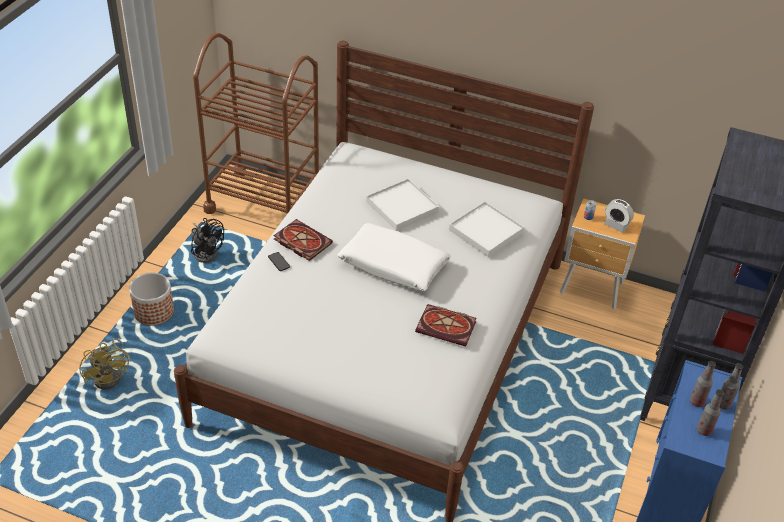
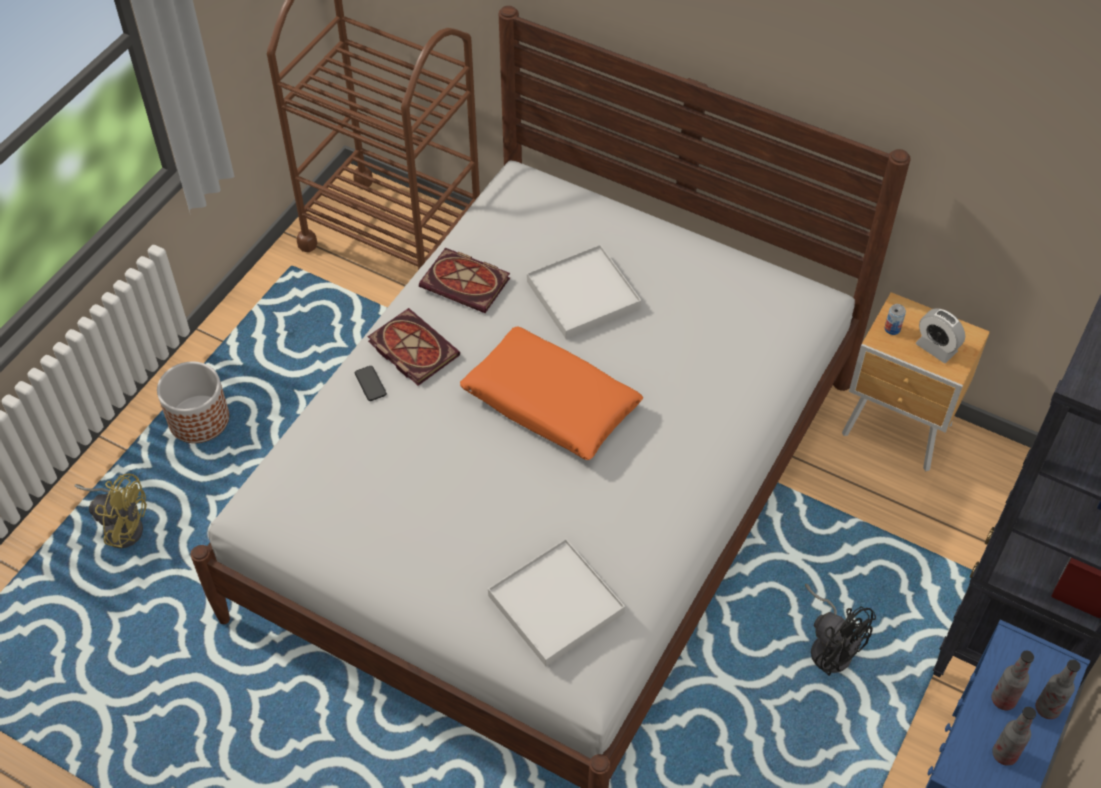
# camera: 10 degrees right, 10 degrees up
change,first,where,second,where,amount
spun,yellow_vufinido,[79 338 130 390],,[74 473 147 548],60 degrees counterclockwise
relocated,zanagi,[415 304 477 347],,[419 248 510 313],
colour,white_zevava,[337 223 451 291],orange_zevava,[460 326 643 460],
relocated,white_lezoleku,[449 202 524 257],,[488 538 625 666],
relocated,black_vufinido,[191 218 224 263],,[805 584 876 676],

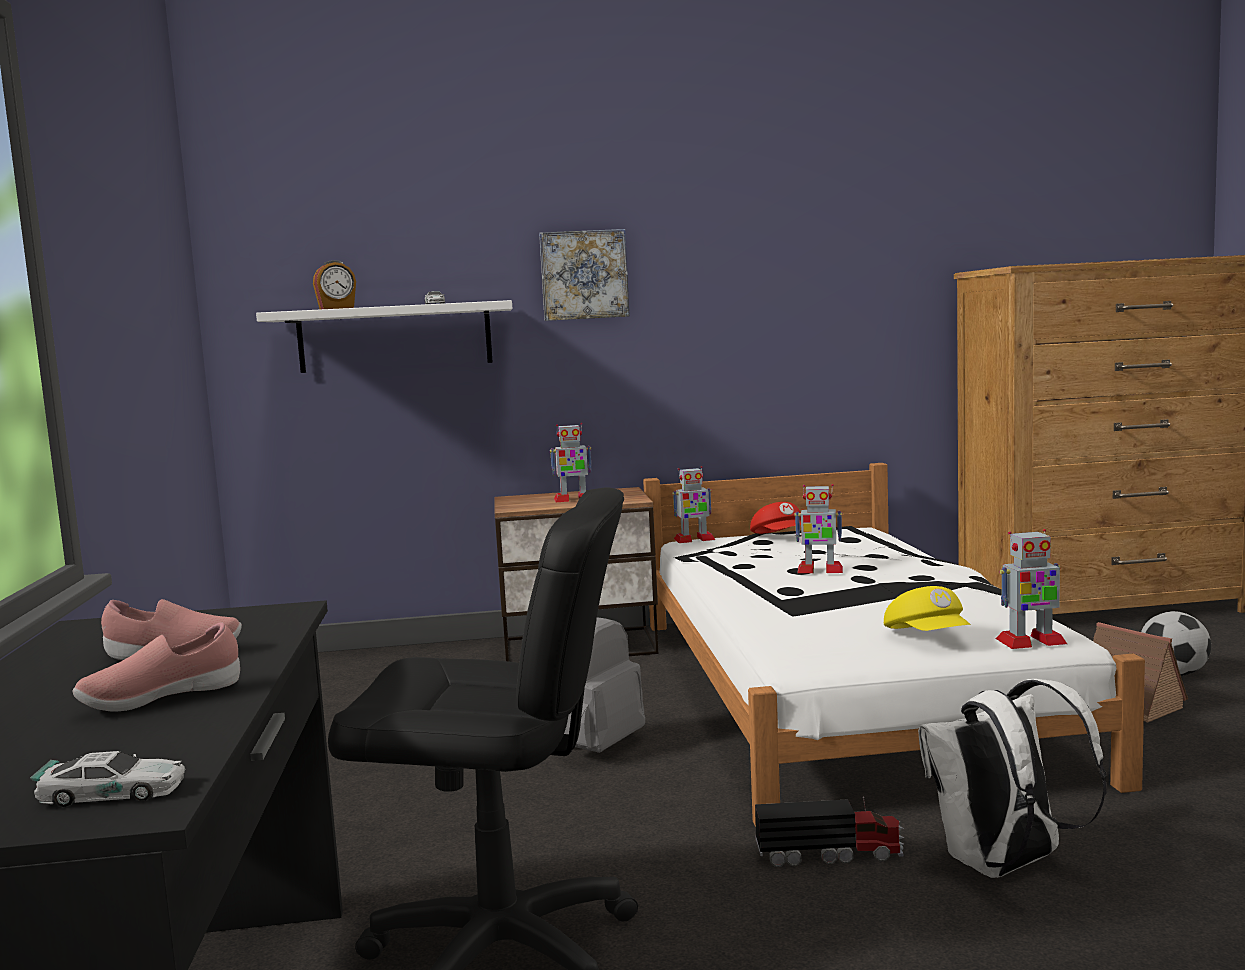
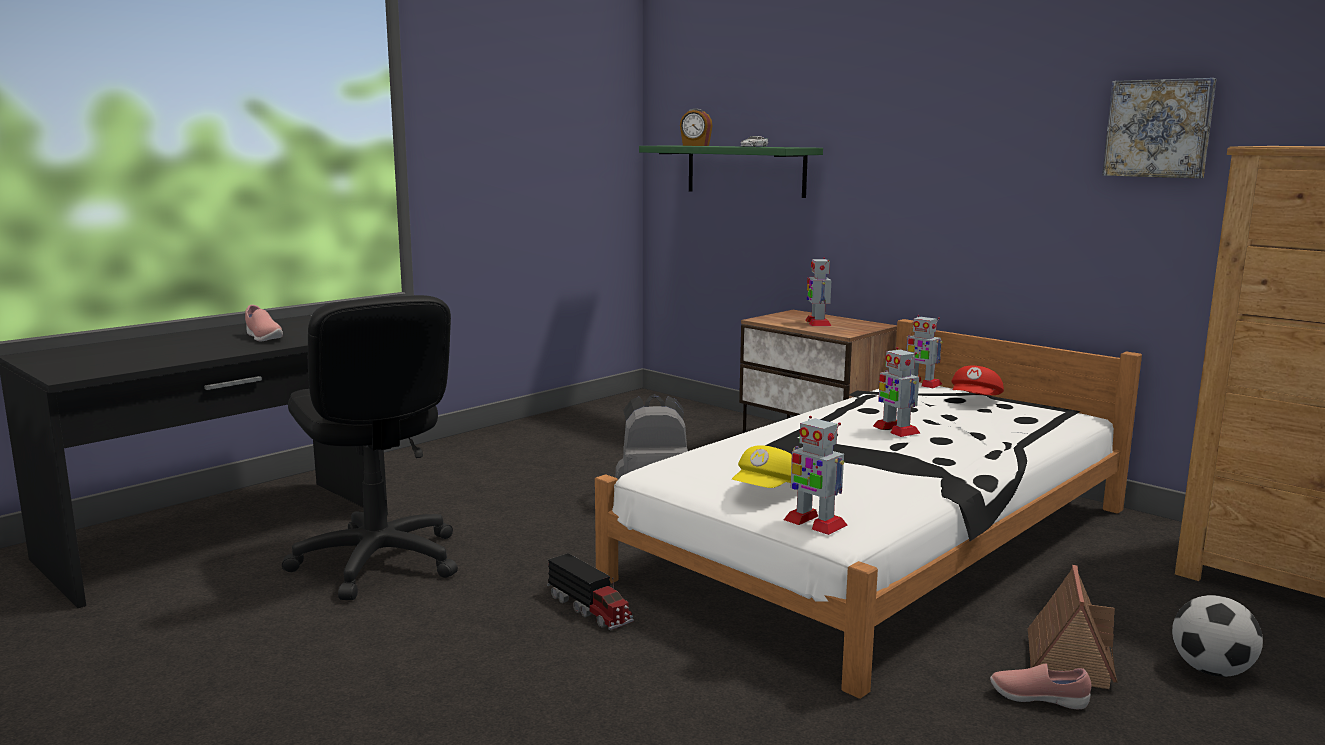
# camera: 50 degrees right, 5 degrees up
change,first,where,second,where,amount
colour,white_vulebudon,[256 300 512 373],green_vulebudon,[639 145 823 198],
spun,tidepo,[550 423 591 503],,[806 257 831 326],45 degrees clockwise
relocated,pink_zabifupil,[72 622 240 712],,[990 663 1091 709],
relocated,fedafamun,[539 229 630 321],,[1102 78 1217 179],
missing,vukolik,[30 751 185 807],,,
missing,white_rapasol,[918 679 1107 878],,,

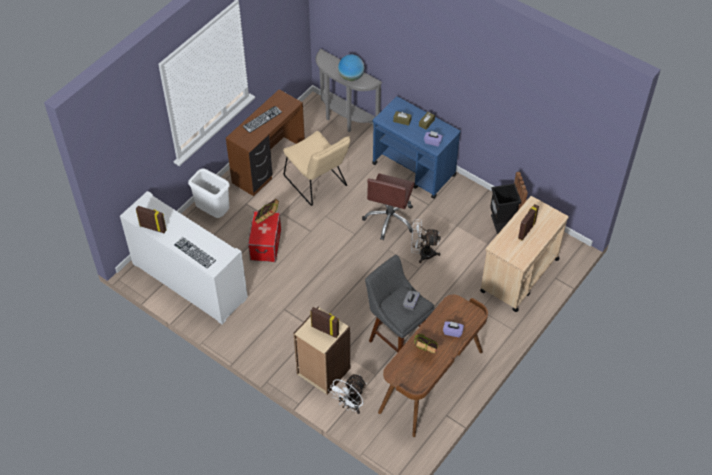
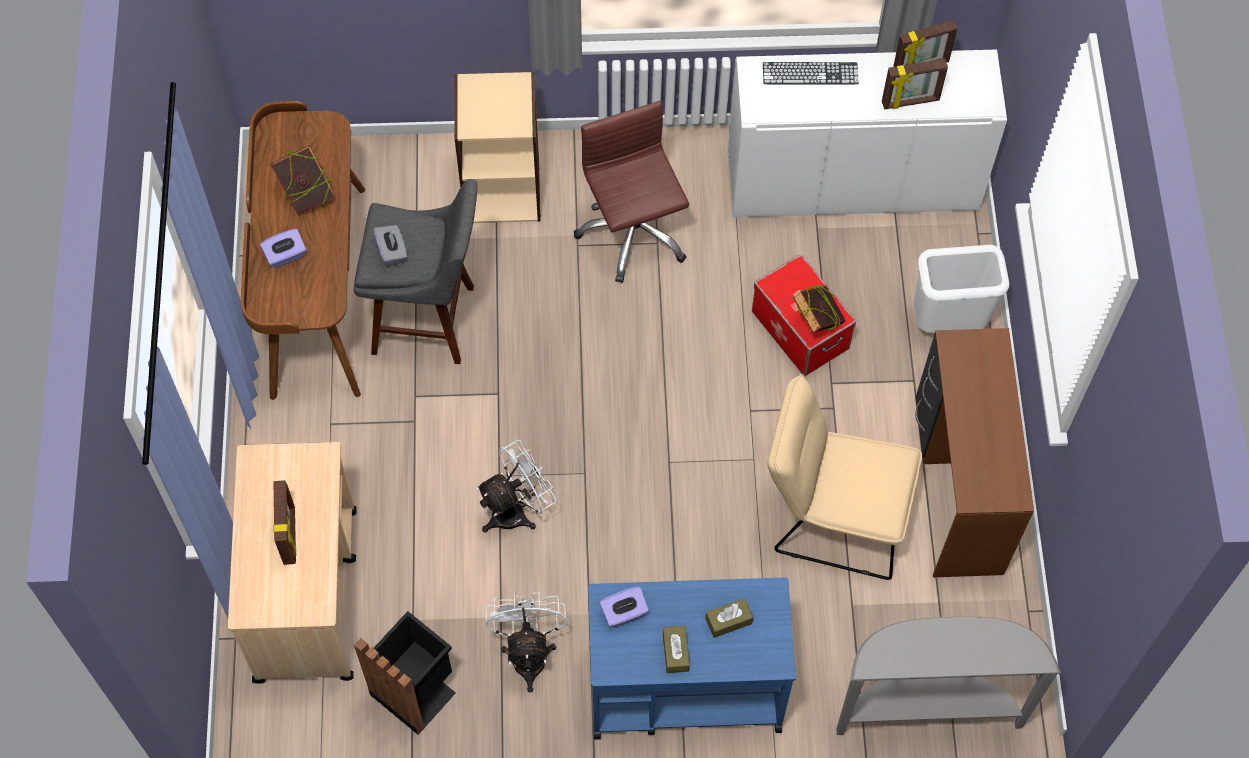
# camera: 140 degrees right, 10 degrees up
change,first,where,second,where,amount
relocated,white_vufinido,[328 374 366 414],,[486 591 566 692],
relocated,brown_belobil,[362 173 415 240],,[574 101 689 283],
relocated,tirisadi,[310 307 339 338],,[882 59 948 109],
missing,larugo,[242 106 282 133],,,
missing,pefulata,[338 54 365 81],,,

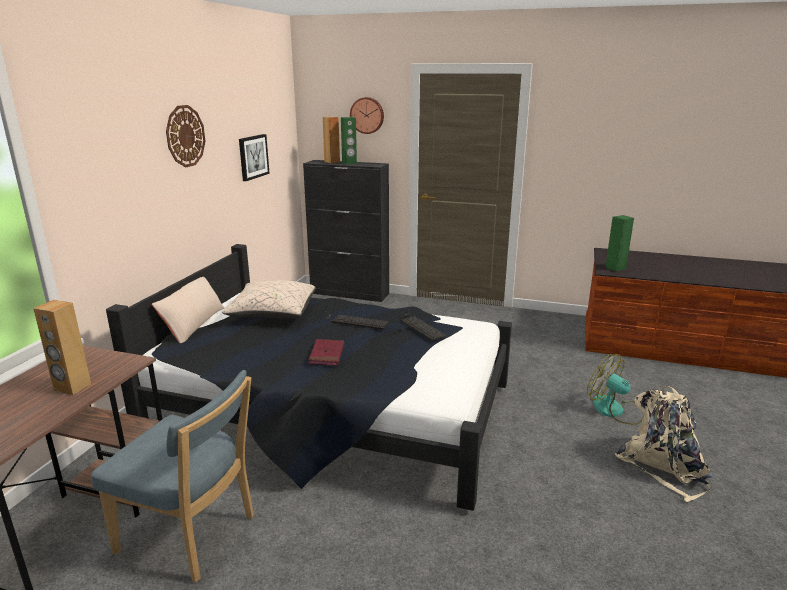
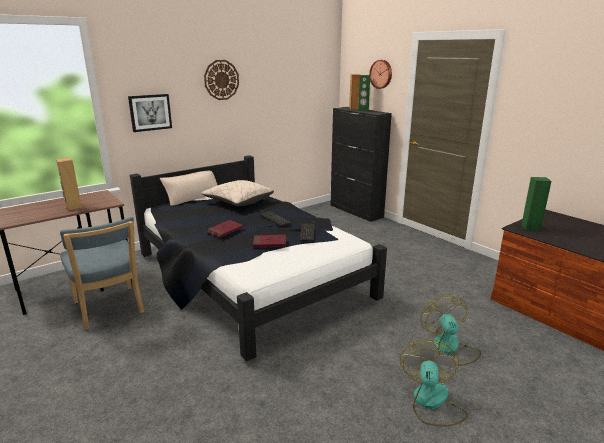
# camera: 35 degrees right, 0 degrees up
change,first,where,second,where,amount
relocated,fedafamun,[239 134 270 181],,[128 94 172 132],
appeared,,,red_zanagi,[253 235 286 247],
exchanged,beige_rapasol,[615 386 714 502],vufinido,[400 339 468 426],

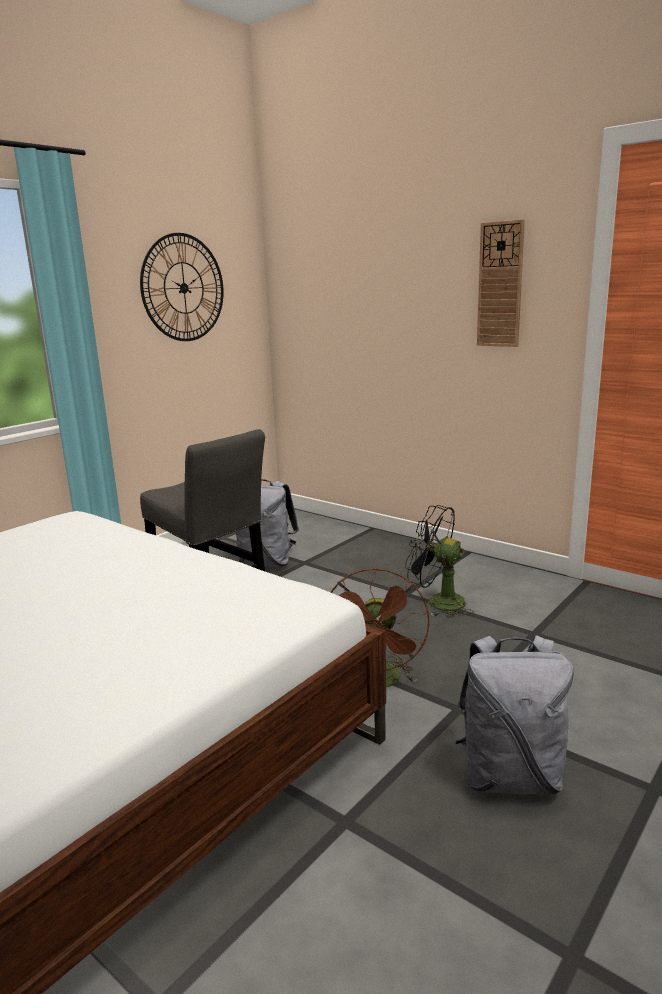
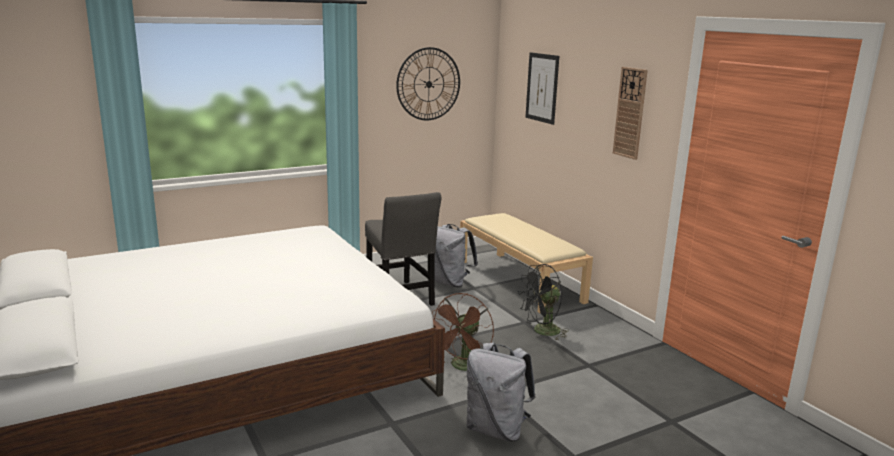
# camera: 20 degrees right, 0 degrees up
change,first,where,second,where,amount
appeared,,,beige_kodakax,[460 213 593 314],
spun,black_vufinido,[405 505 474 618],,[518 264 569 341],75 degrees counterclockwise
appeared,,,fedafamun,[525 52 559 125],

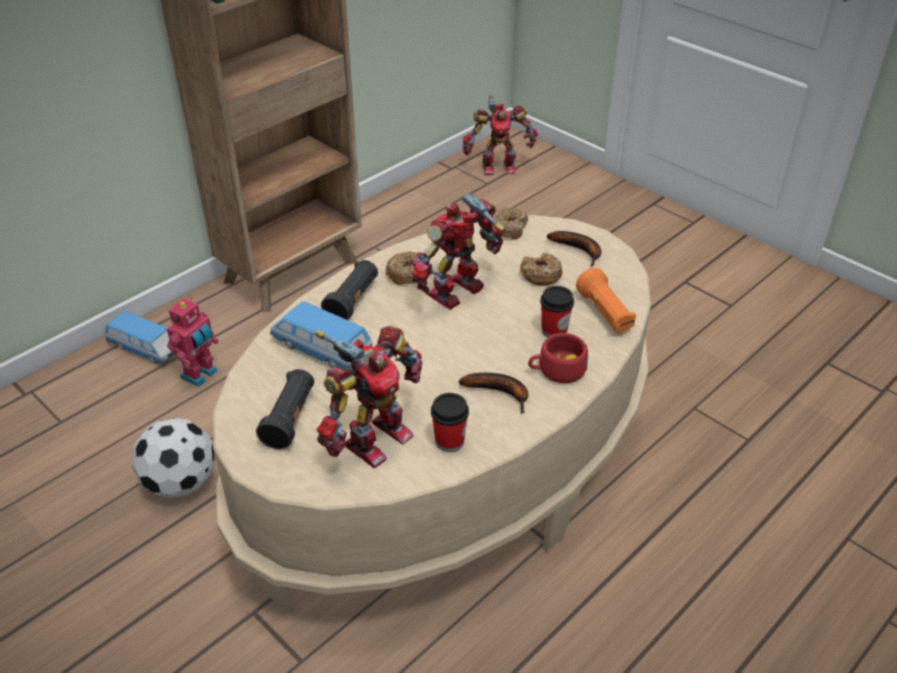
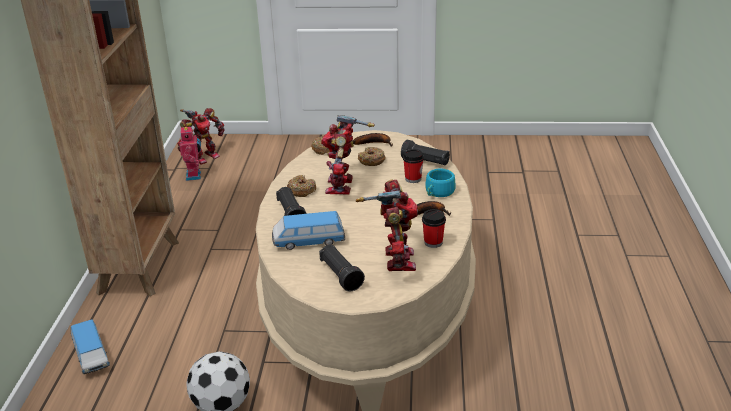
# camera: 40 degrees left, 10 degrees down
change,first,where,second,where,amount
spun,vukolik,[105 311 175 364],,[71 319 110 374],75 degrees clockwise
relocated,tidepo,[166 297 219 387],,[180 125 201 181],
colour,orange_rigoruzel,[576 268 636 333],black_rigoruzel,[401 140 450 165],
colour,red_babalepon,[528 333 588 383],turquoise_babalepon,[425 169 455 197],

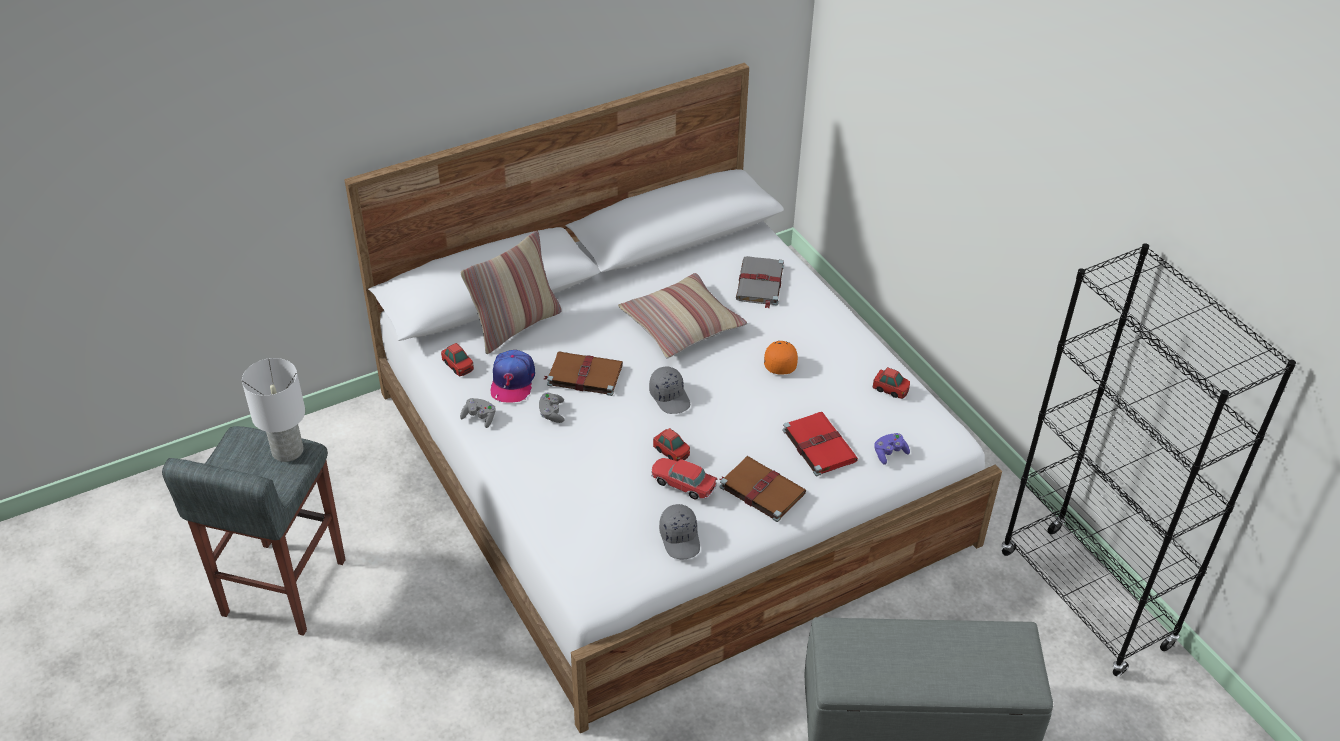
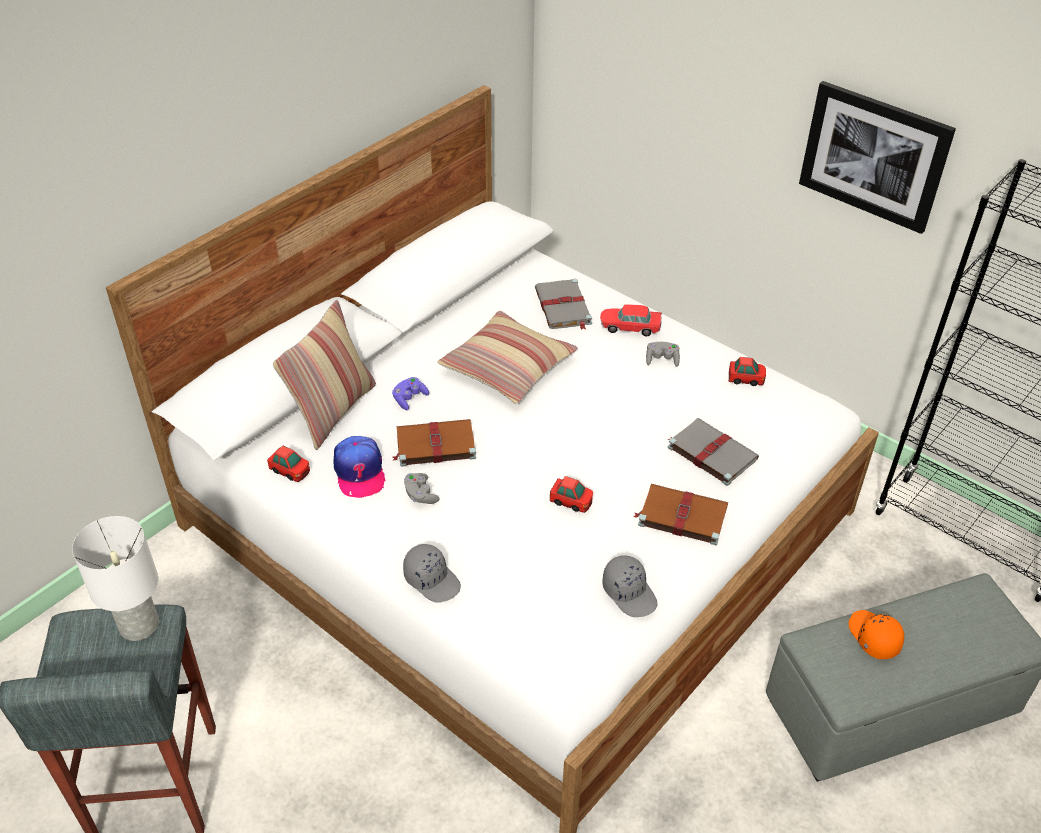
# camera: 20 degrees left, 0 degrees up
change,first,where,second,where,amount
relocated,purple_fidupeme,[874 433 910 465],,[392 377 429 410],
relocated,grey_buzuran,[649 366 690 414],,[403 544 461 603],
relocated,vukolik,[651 458 717 500],,[600 304 662 336],
relocated,grey_fidupeme,[460 398 496 428],,[646 342 680 367],
colour,red_zanagi,[782 412 858 476],grey_zanagi,[668 418 759 486],
appeared,,,fedafamun,[799 81 956 234],
relocated,orange_buzuran,[764 341 798 375],,[848 610 904 659],

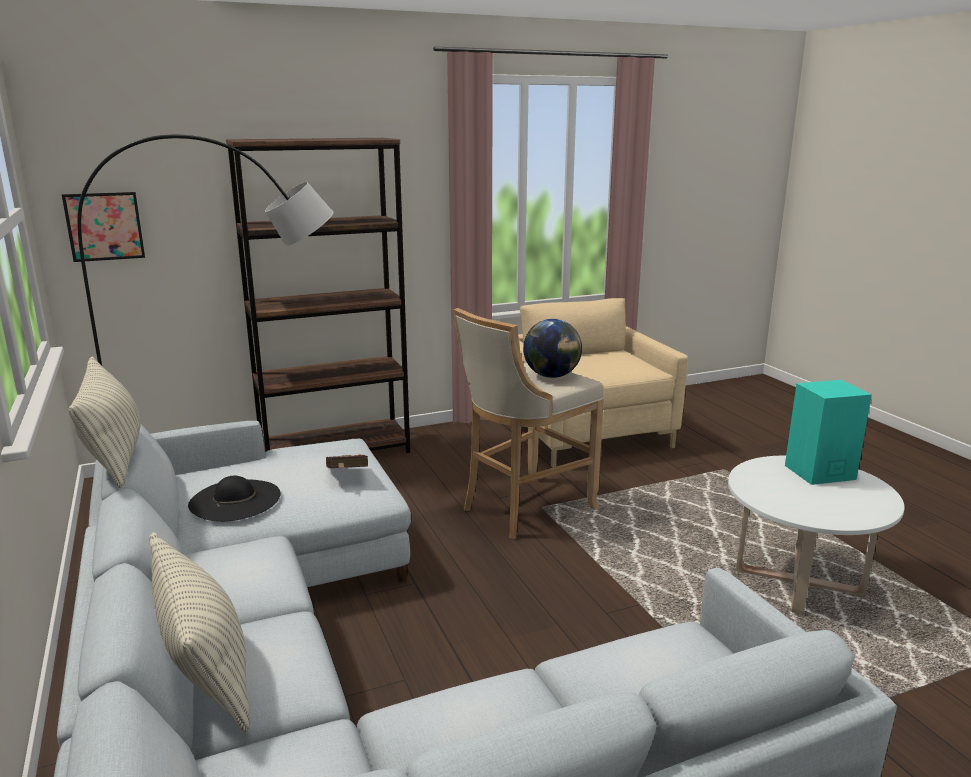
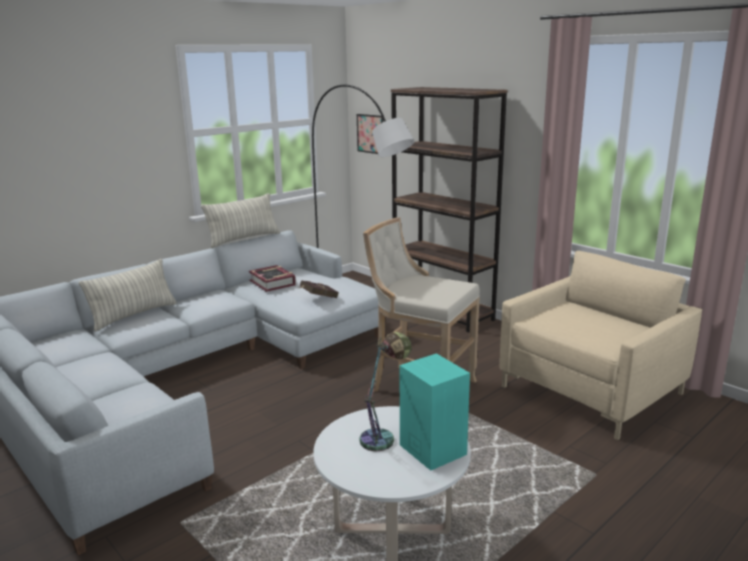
# camera: 70 degrees right, 0 degrees up
change,first,where,second,where,amount
exchanged,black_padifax,[188 475 281 522],zanagi,[249 265 296 292],
appeared,,,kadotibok,[359 332 411 451],
missing,pefulata,[523 319 582 378],,,

